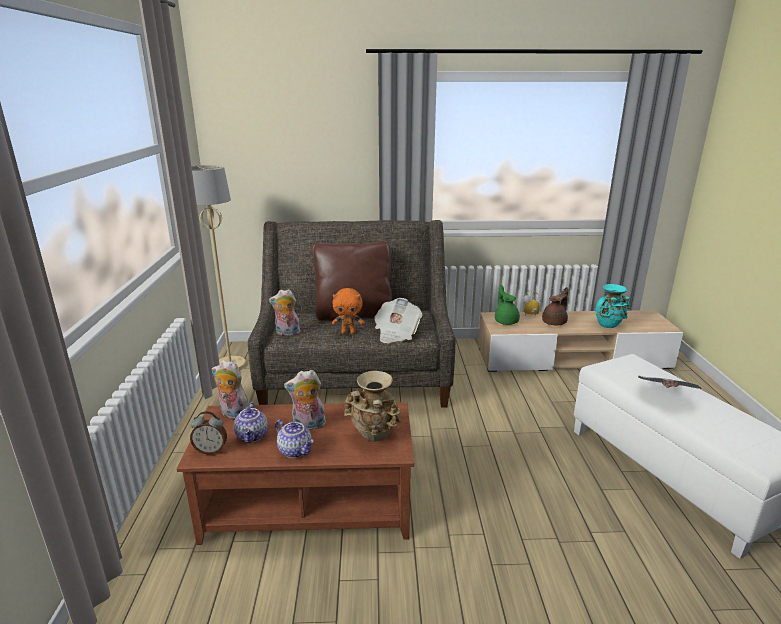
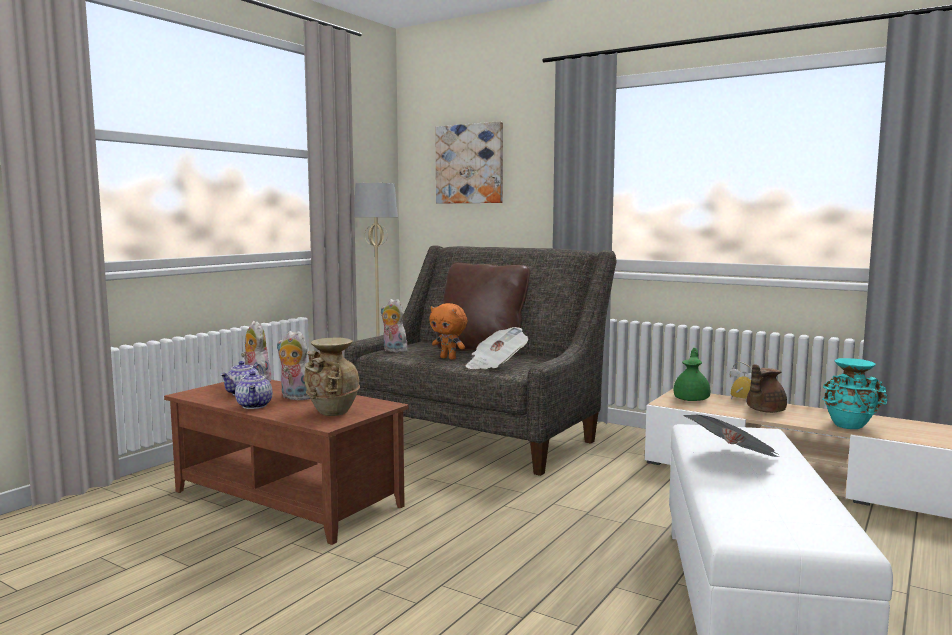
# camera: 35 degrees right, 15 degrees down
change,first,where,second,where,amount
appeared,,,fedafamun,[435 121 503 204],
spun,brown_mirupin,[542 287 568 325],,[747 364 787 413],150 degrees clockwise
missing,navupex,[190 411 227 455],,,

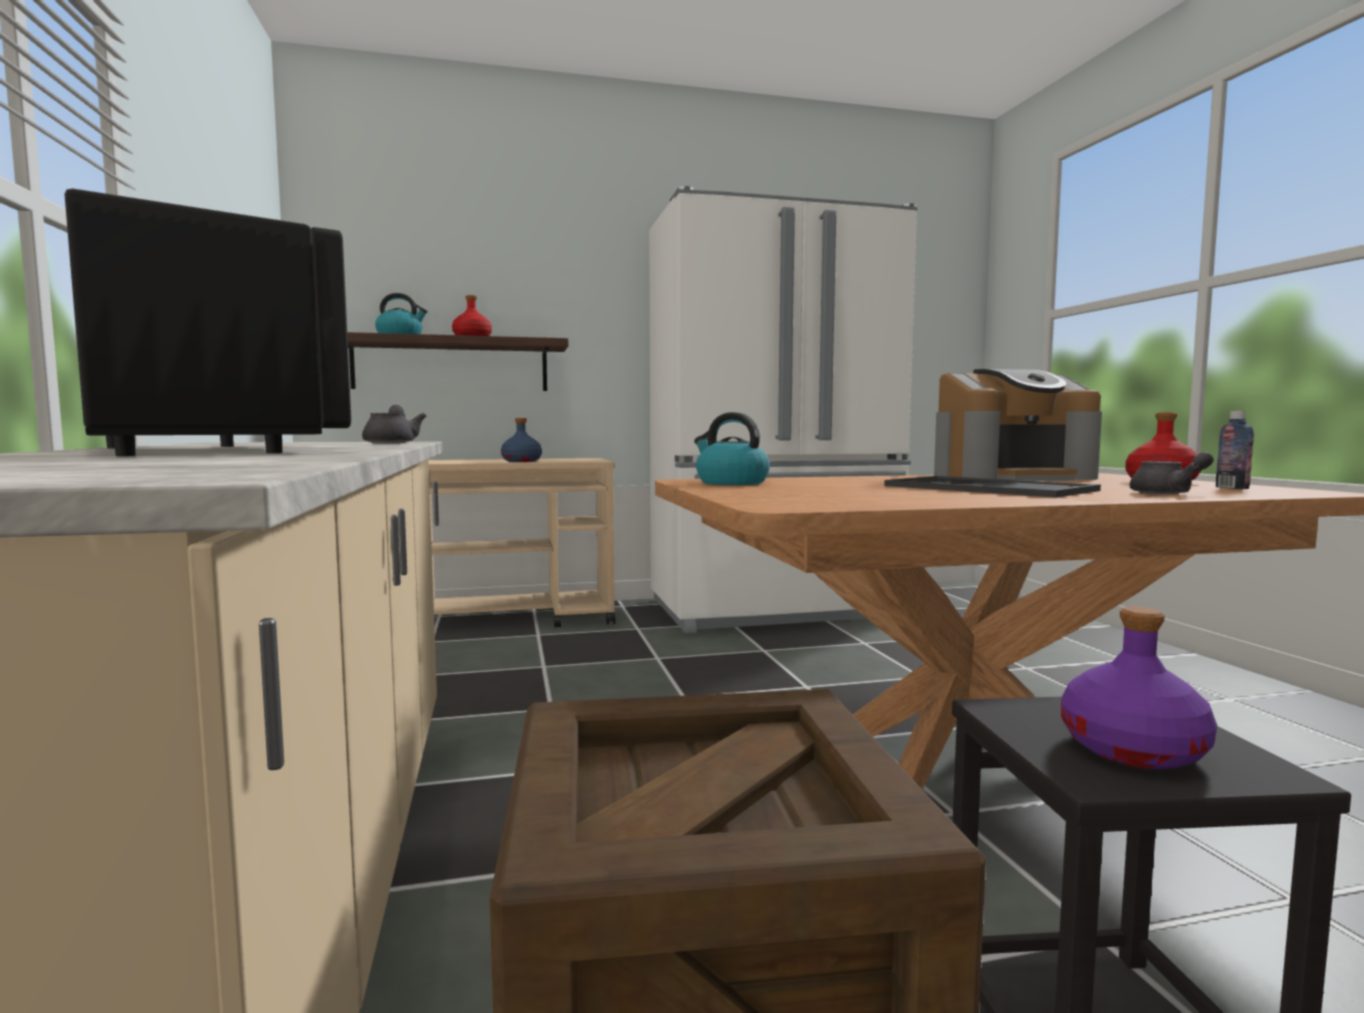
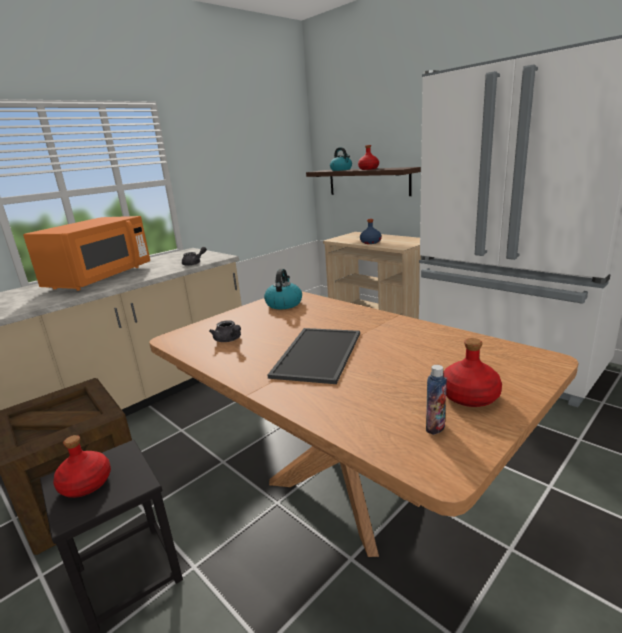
# camera: 60 degrees right, 15 degrees up
change,first,where,second,where,amount
colour,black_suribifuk,[65 188 351 456],orange_suribifuk,[23 216 150 291],
colour,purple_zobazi,[1061 606 1217 769],red_zobazi,[53 435 111 498],
relocated,grey_mirupin,[1130 452 1214 495],,[209 320 241 342],
missing,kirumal,[934 369 1102 481],,,

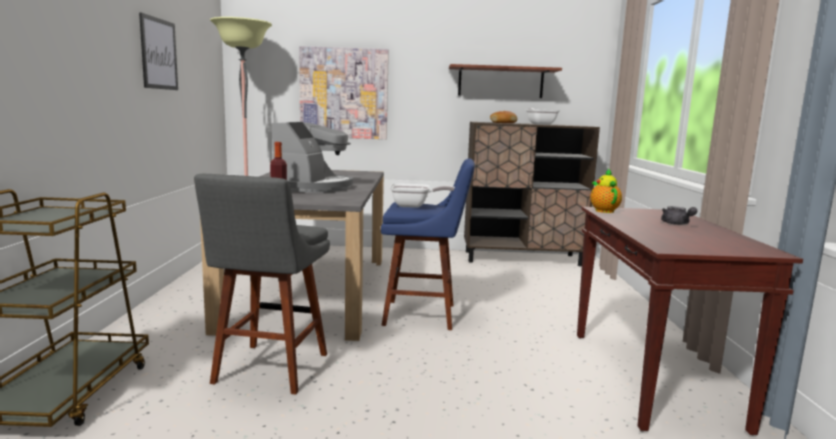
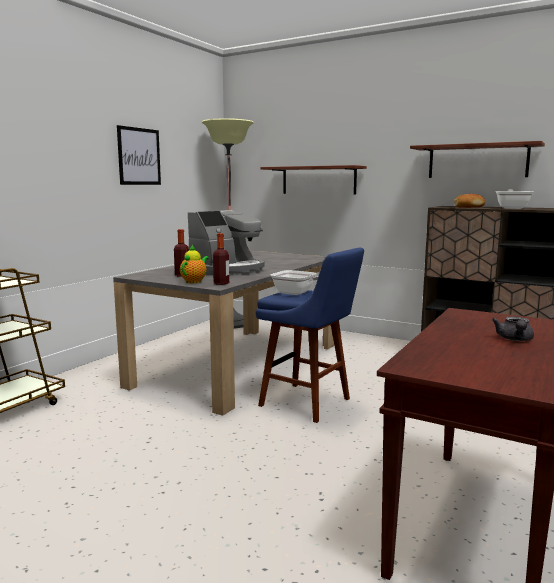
# camera: 30 degrees right, 0 degrees up
change,first,where,second,where,amount
relocated,mirupin,[590 169 622 213],,[180 245 209 283],
appeared,,,zobazi,[213 233 229 285],
exchanged,fedafamun,[299 46 389 139],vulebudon,[260 165 367 194],
missing,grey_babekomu,[194 174 330 395],,,

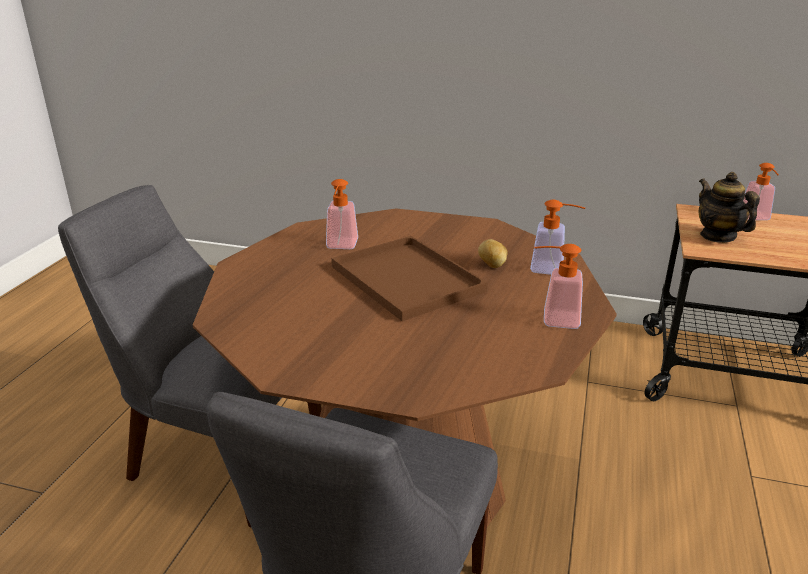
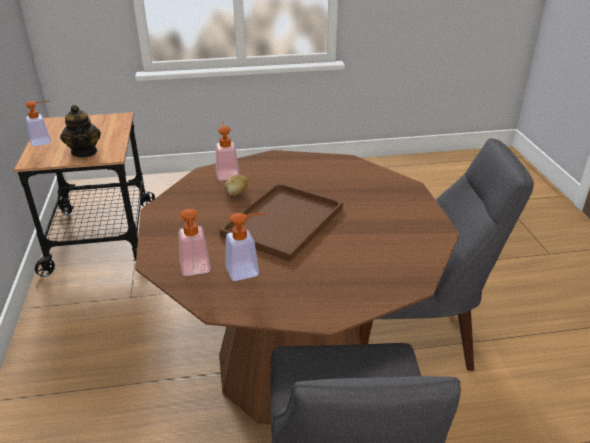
# camera: 115 degrees left, 5 degrees up
change,first,where,second,where,amount
spun,mirupin,[699 172 760 243],,[60 105 101 157],60 degrees counterclockwise
relocated,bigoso,[534 244 583 329],,[179 209 211 276],

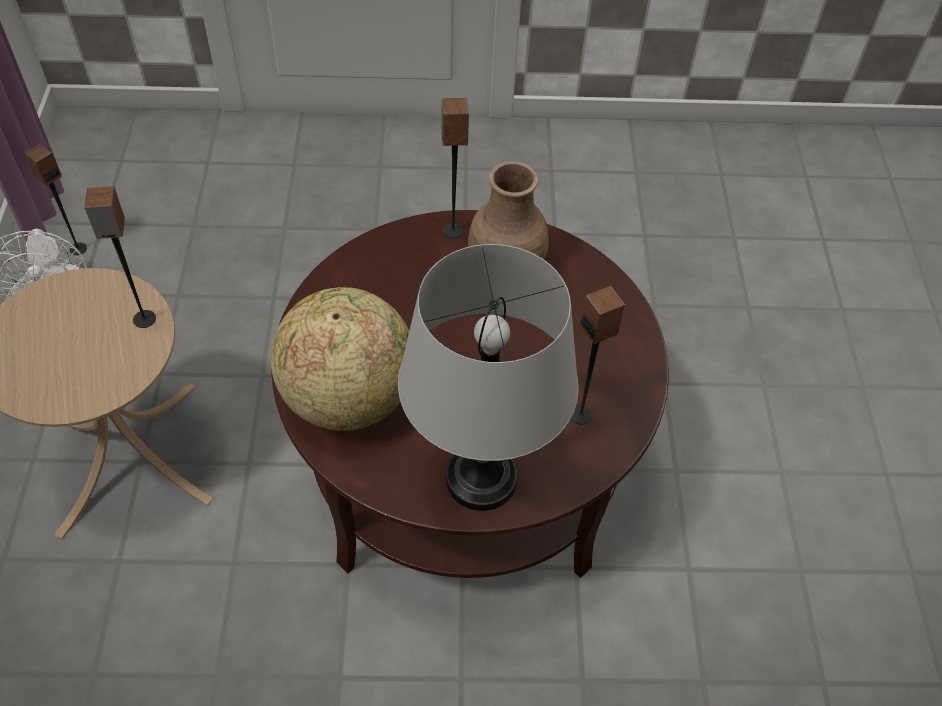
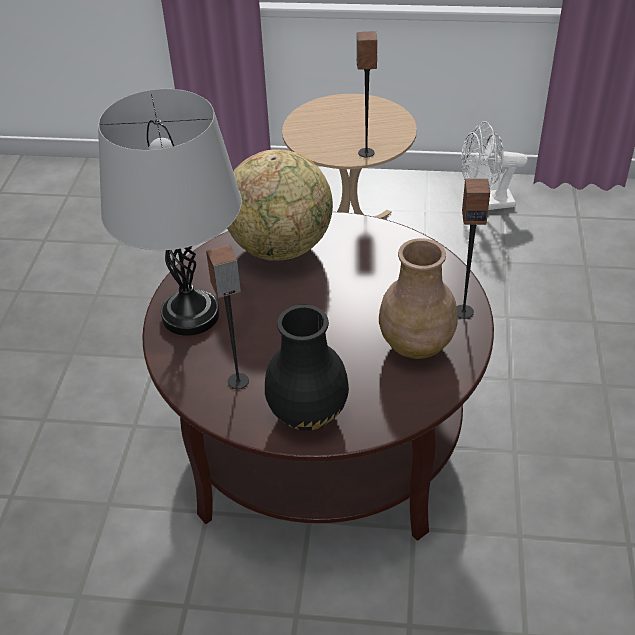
# camera: 100 degrees right, 10 degrees down
change,first,where,second,where,amount
appeared,,,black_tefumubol,[265 305 349 431],
missing,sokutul,[25 144 87 255],,,

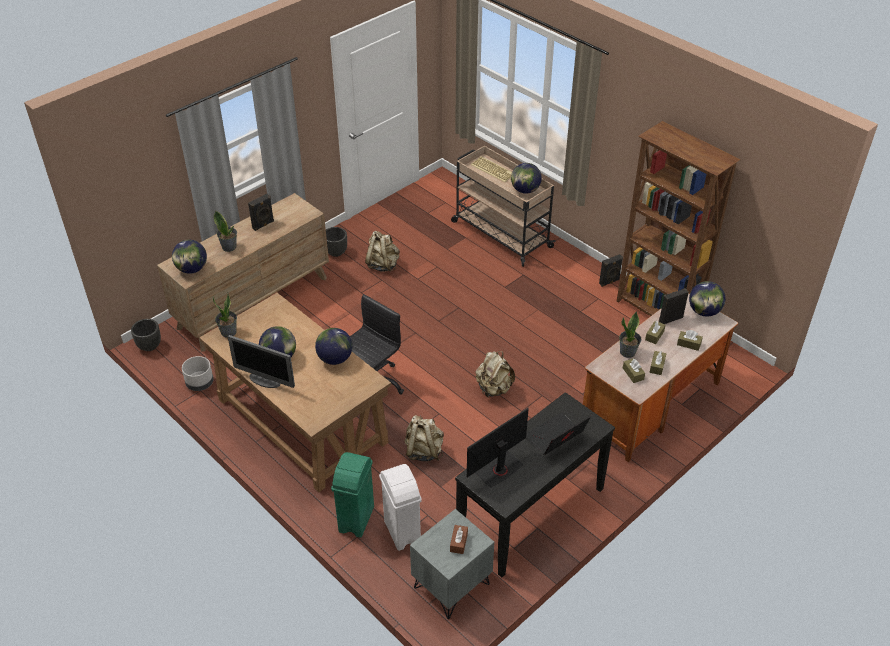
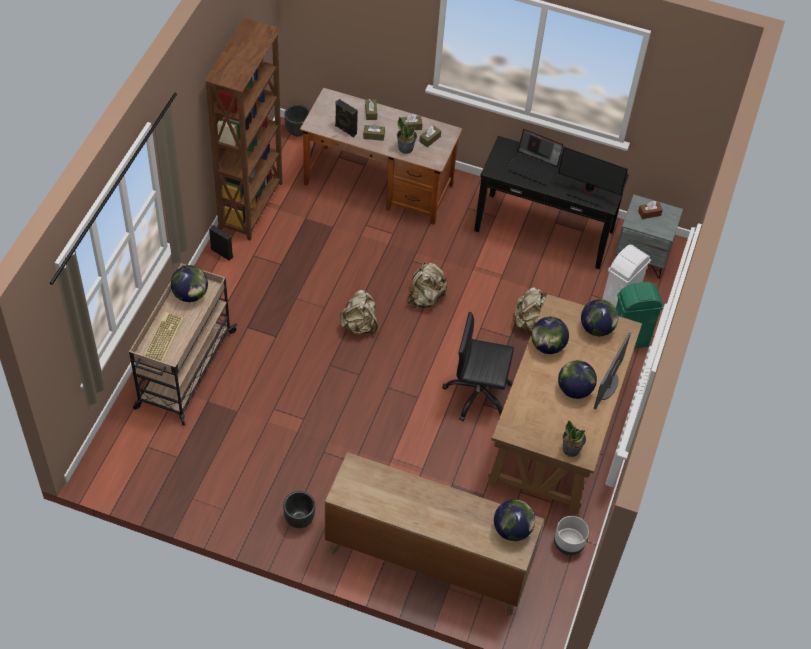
# camera: 120 degrees left, 10 degrees up
change,first,where,second,where,amount
relocated,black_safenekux,[131 319 161 351],,[284 105 310 137],
relocated,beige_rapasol,[365 231 400 272],,[340 290 377 335],
relocated,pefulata,[689 281 725 317],,[581 299 618 336],
spun,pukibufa,[228 335 295 388],,[594 332 631 409],150 degrees counterclockwise
missing,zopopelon,[214 210 237 252],,,
missing,black_sokutul,[248 194 274 231],,,

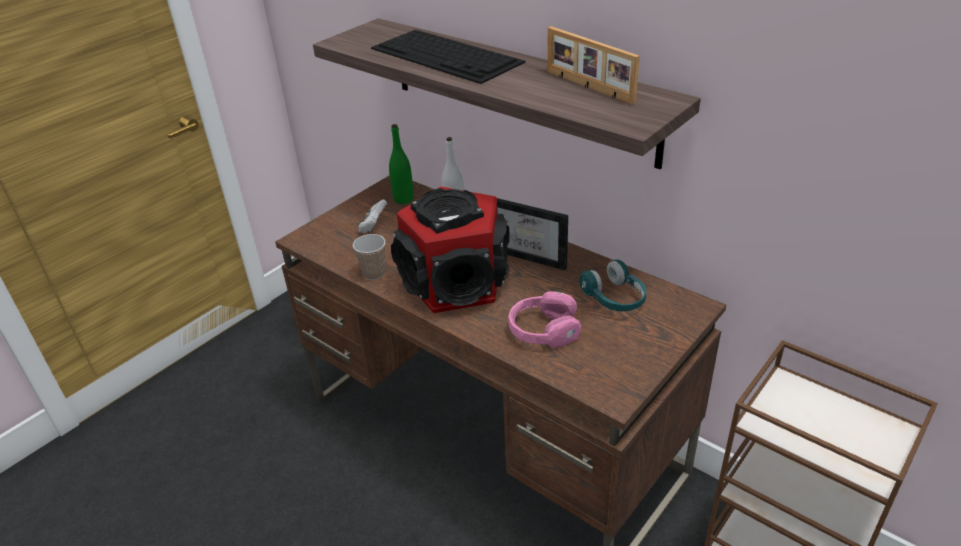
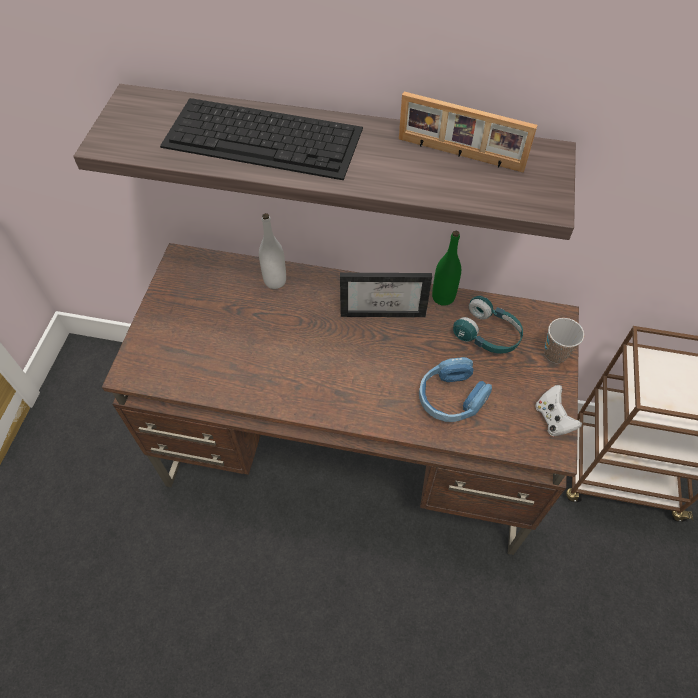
# camera: 30 degrees left, 20 degrees up
change,first,where,second,where,amount
colour,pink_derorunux,[508 291 581 348],blue_derorunux,[419 357 492 422],
relocated,green_zobazi,[389 124 414 204],,[432 231 461 306],
relocated,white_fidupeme,[357 200 387 233],,[535 385 582 437],
relocated,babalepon,[353 234 386 280],,[544 318 584 363],
missing,sokutul,[391 187 510 313],,,

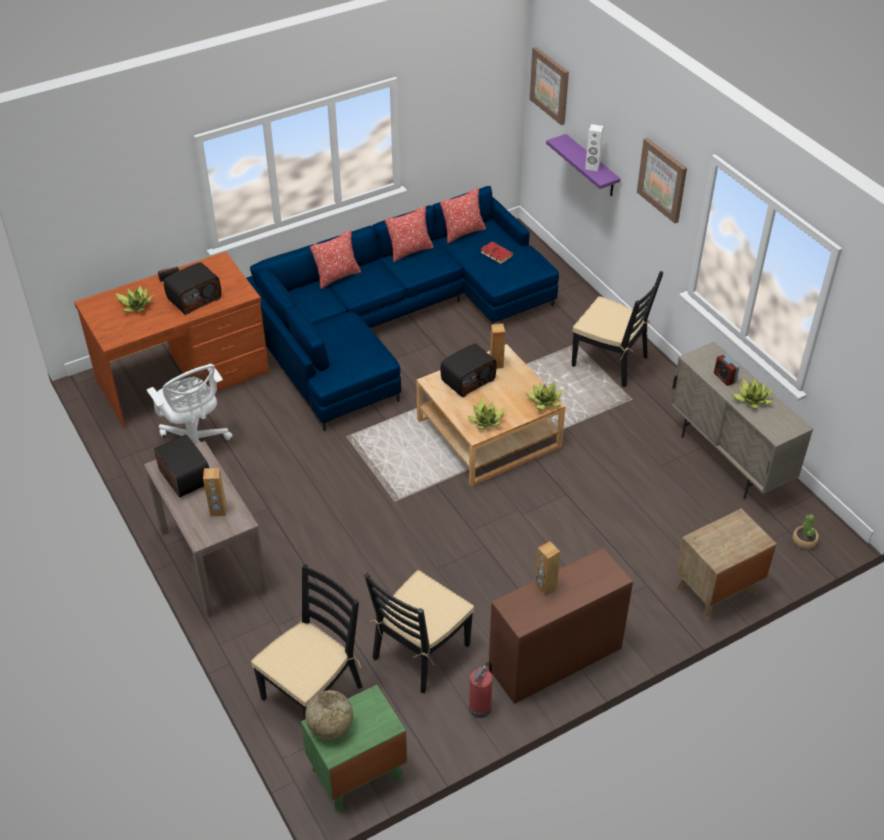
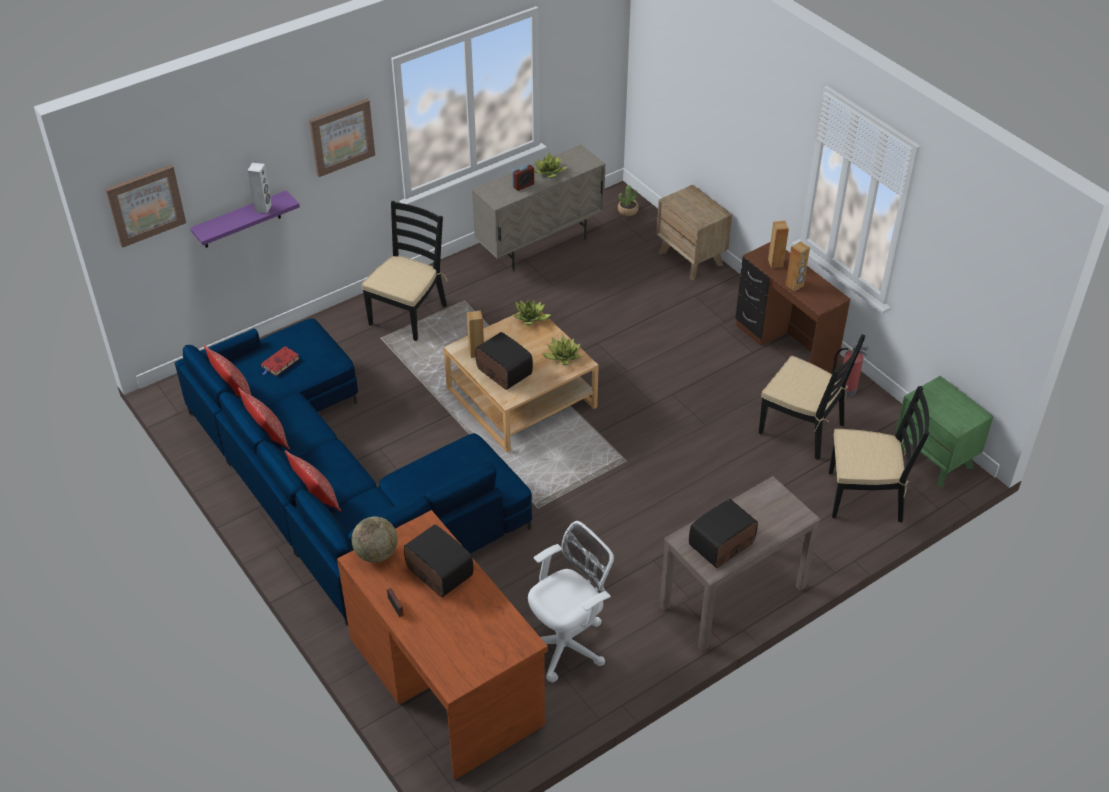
# camera: 95 degrees left, 0 degrees up
change,first,where,second,where,amount
relocated,pefulata,[305 690 353 739],,[352 517 398 563],
relocated,brown_sokutul,[203 468 227 517],,[768 221 789 268],
spun,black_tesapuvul,[251 564 362 720],,[829 386 930 523],150 degrees clockwise
missing,zopopelon,[116 285 153 312],,,

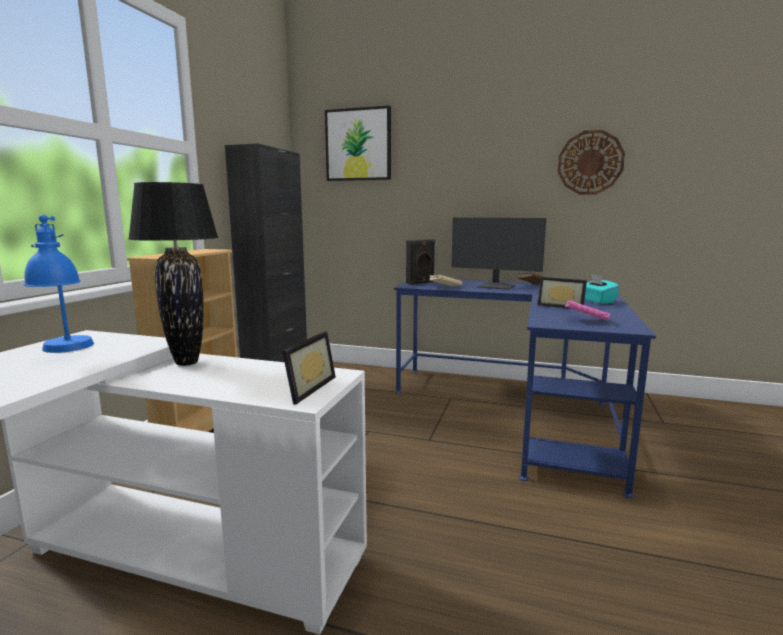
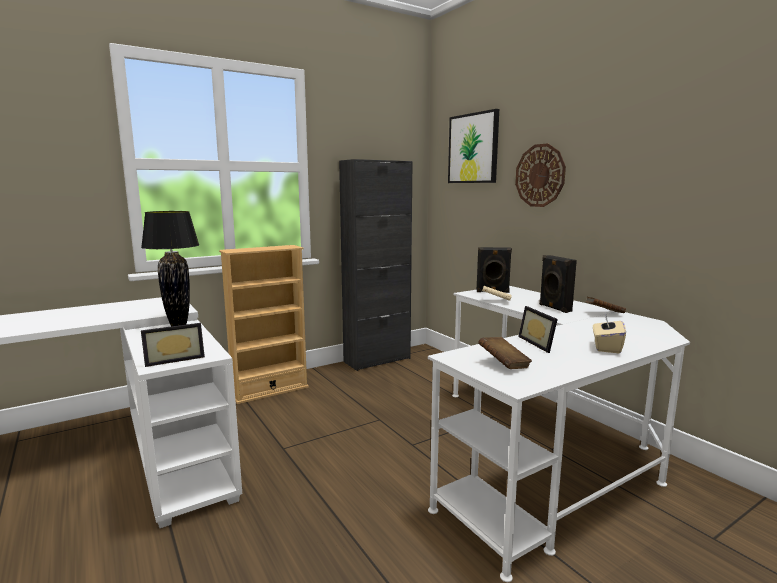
# camera: 40 degrees right, 0 degrees up
change,first,where,second,where,amount
colour,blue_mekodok,[394 280 656 498],white_mekodok,[428 286 690 582],
colour,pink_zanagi,[565 300 610 320],brown_zanagi,[478 337 532 369],
relocated,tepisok,[558 130 625 195],,[515 143 566 207],
exchanged,pukibufa,[452 218 546 290],black_sokutul,[539 255 577 313],
colour,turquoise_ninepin,[585 274 620 304],beige_ninepin,[593 312 626 353],
missing,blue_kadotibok,[23 215 94 353],,,

